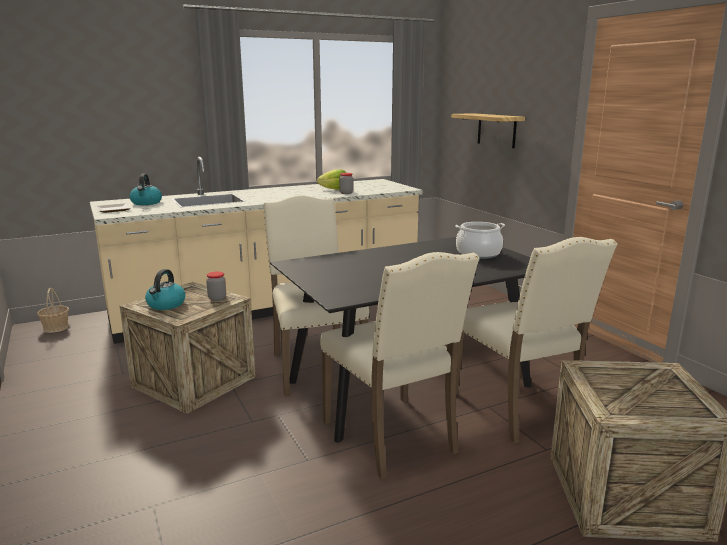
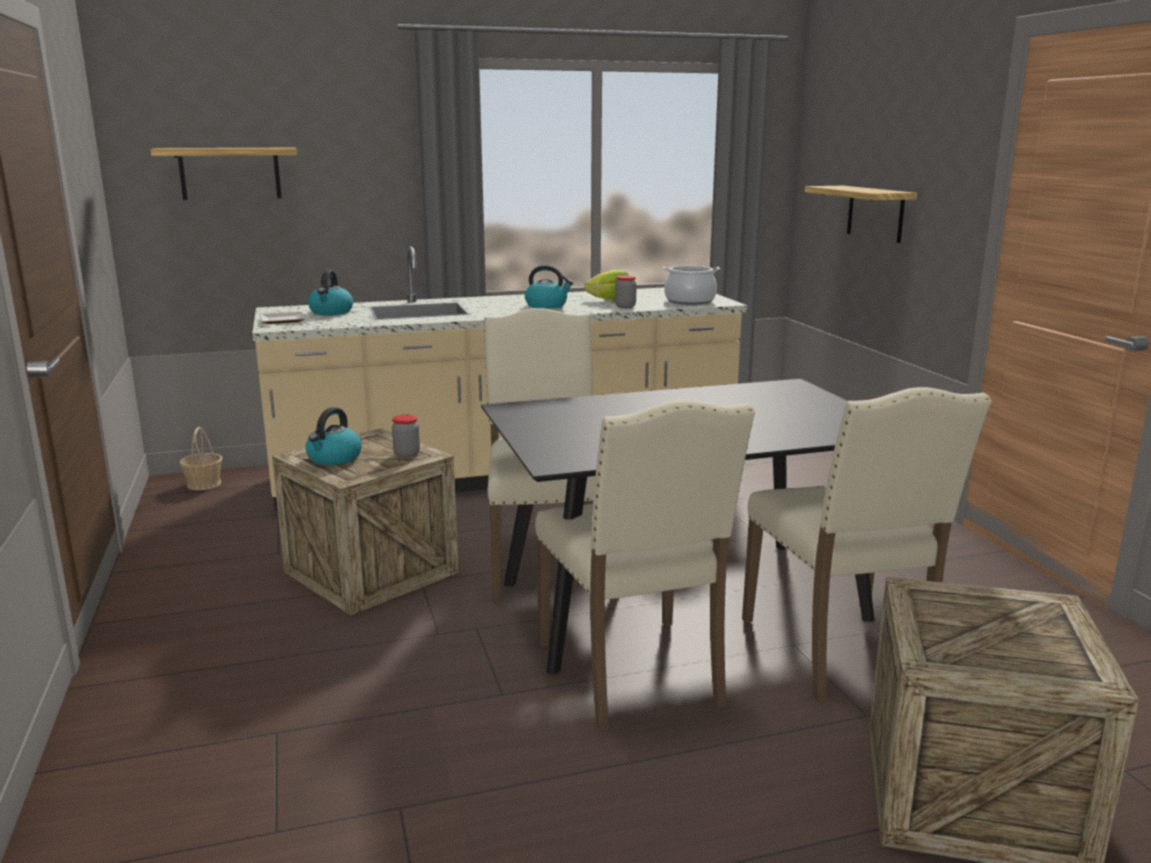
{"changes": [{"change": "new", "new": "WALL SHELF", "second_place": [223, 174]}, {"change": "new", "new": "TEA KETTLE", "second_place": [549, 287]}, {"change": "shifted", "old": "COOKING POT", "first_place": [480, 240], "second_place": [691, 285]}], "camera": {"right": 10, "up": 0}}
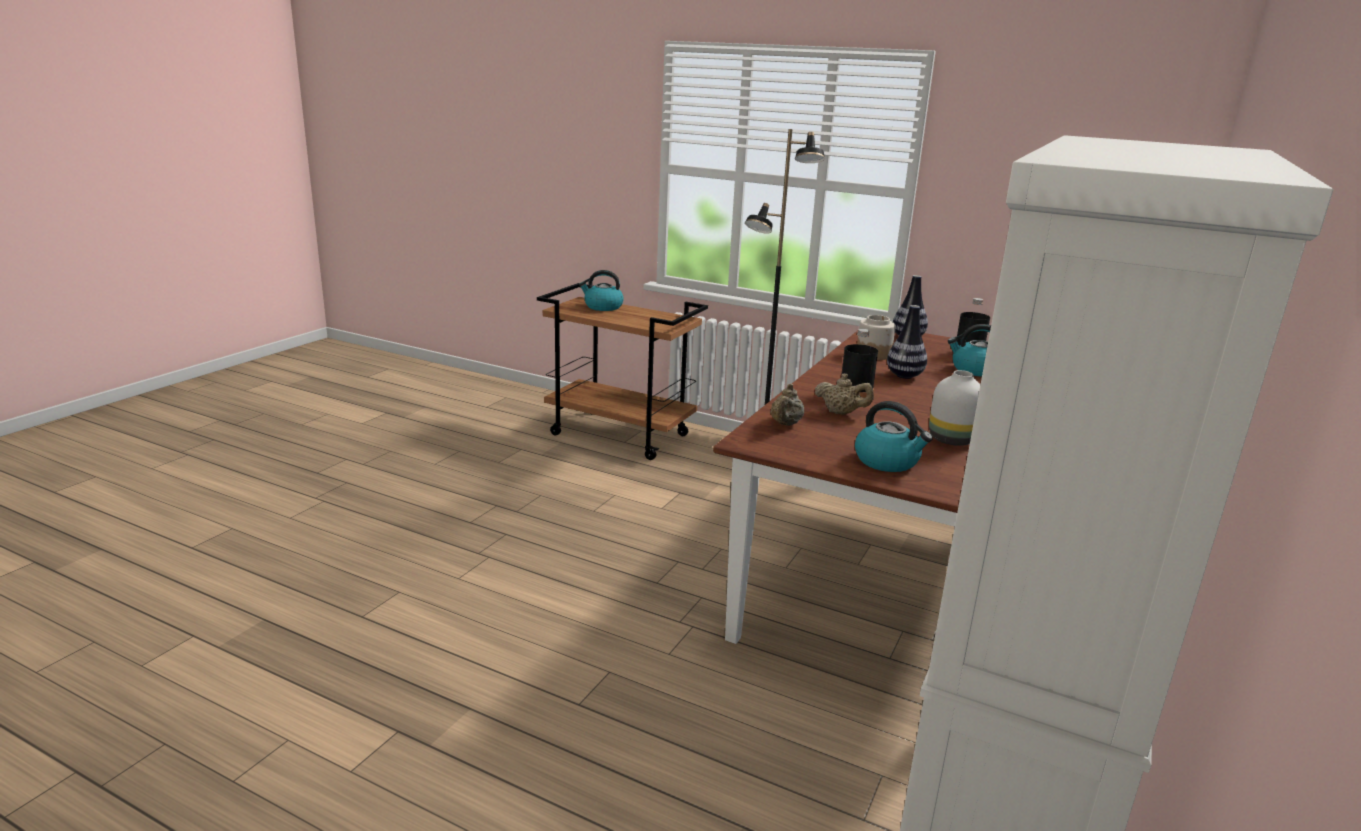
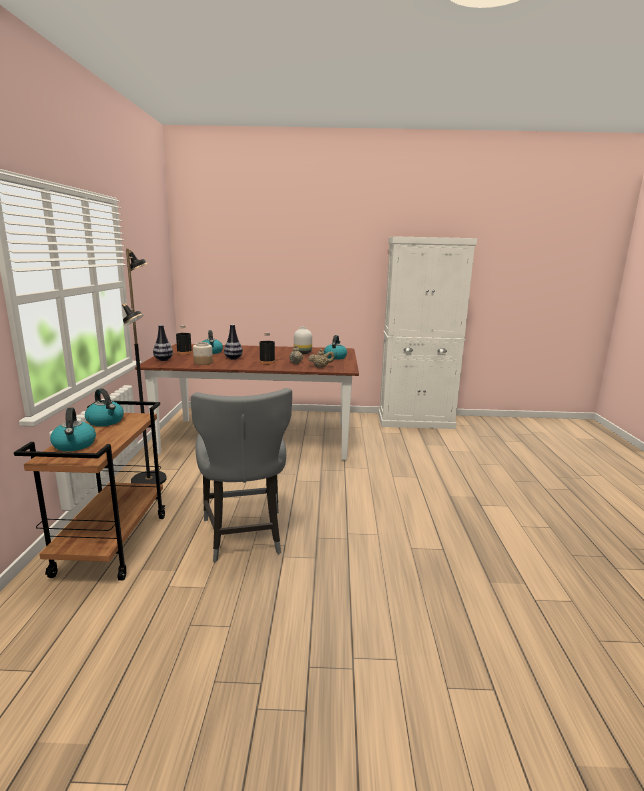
{"changes": [{"change": "new", "new": "TEA KETTLE", "second_place": [104, 407]}, {"change": "new", "new": "GREY PLAIN CHAIR", "second_place": [241, 475]}], "camera": {"right": -115, "up": -5}}
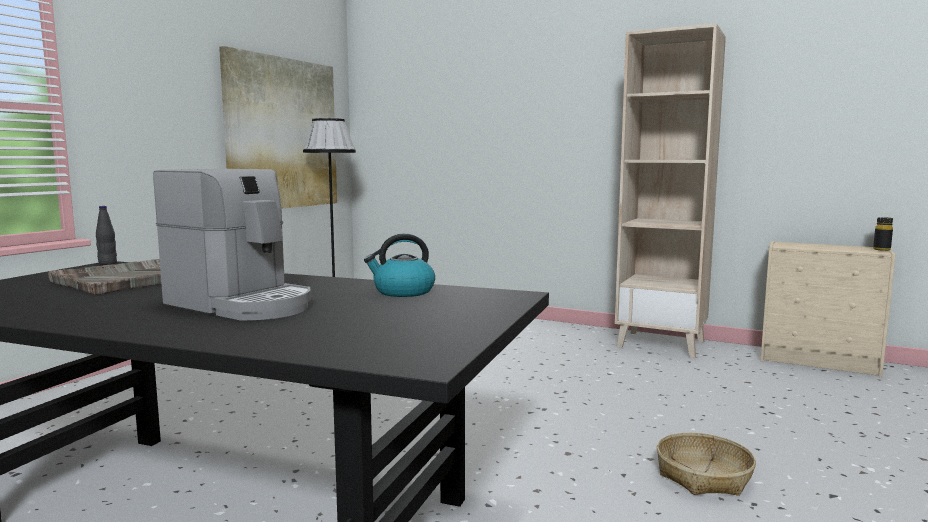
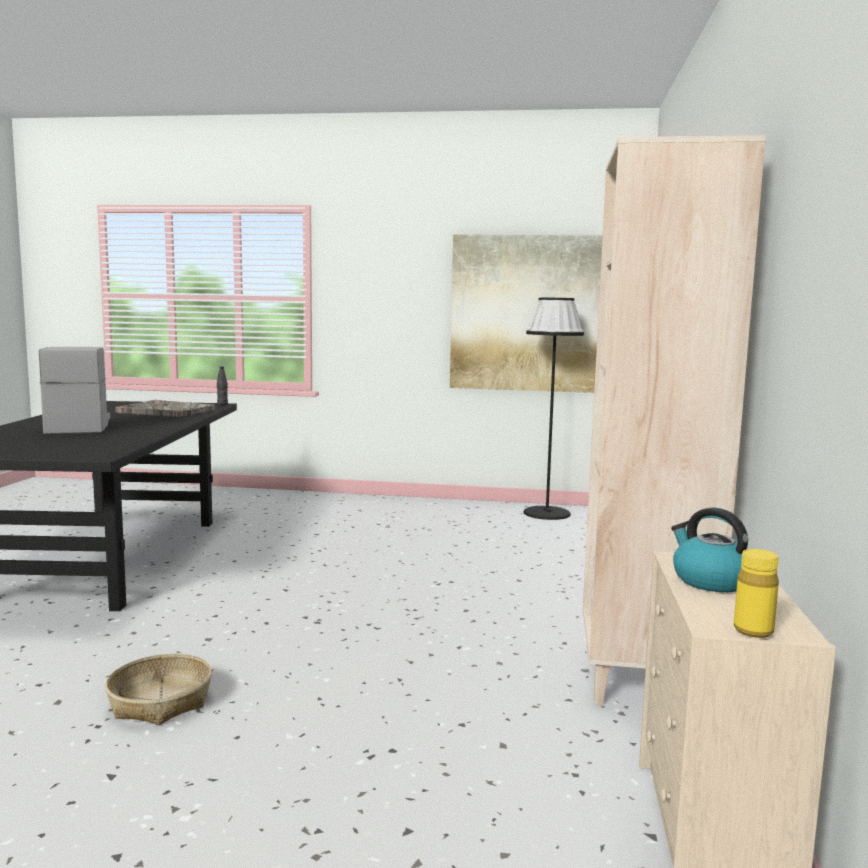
{"changes": [{"change": "shifted", "old": "TEA KETTLE", "first_place": [399, 265], "second_place": [709, 549]}, {"change": "repainted", "old": "BLACKISH DRINK BOTTLE", "new": "YELLOW-COLOURED DRINK BOTTLE", "first_place": [883, 234], "second_place": [756, 593]}, {"change": "rotated", "old": "COFFEE MAKER", "first_place": [232, 245], "second_place": [74, 390], "degrees": 150}], "camera": {"right": 70, "up": 0}}
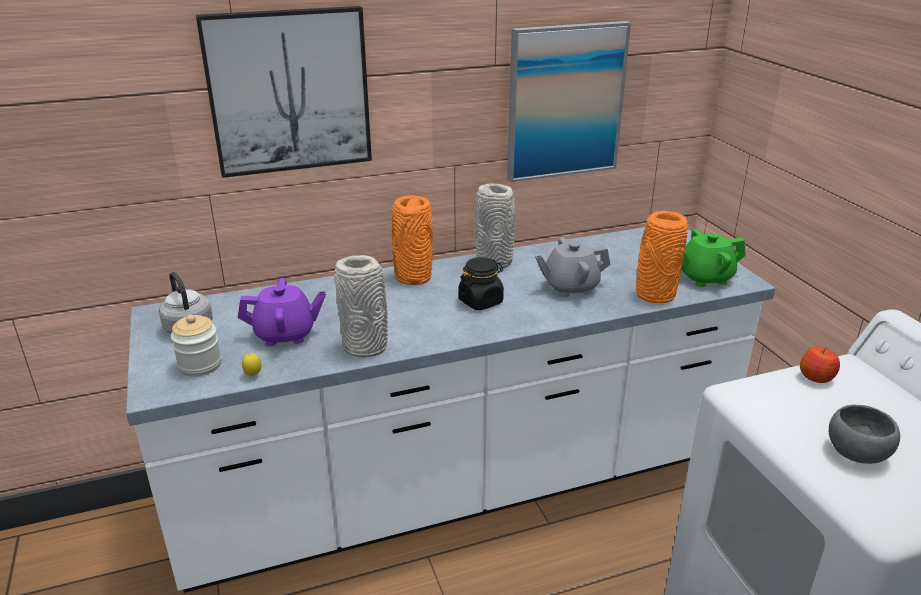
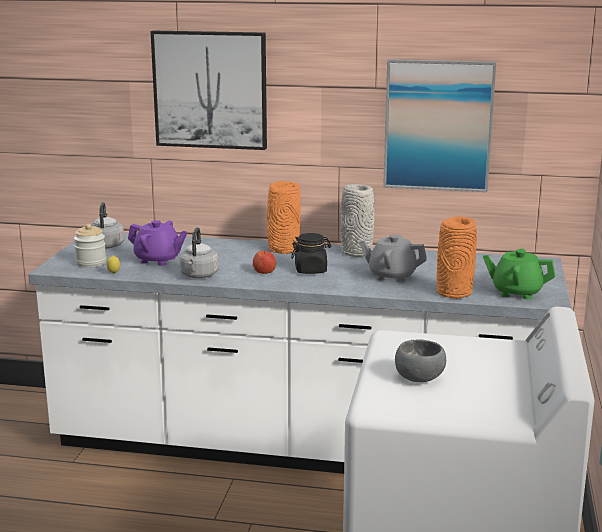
{"changes": [{"change": "shifted", "old": "WHOLE APPLE", "first_place": [820, 365], "second_place": [264, 262]}, {"change": "swapped", "old": "GREY FLOWER VASE", "new": "GREY TEA KETTLE", "first_place": [361, 306], "second_place": [199, 252]}], "camera": {"right": 30, "up": -10}}
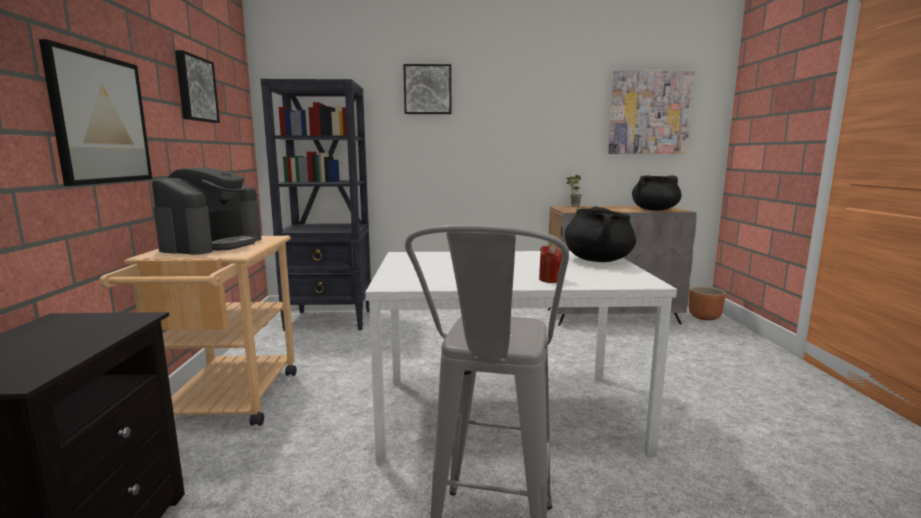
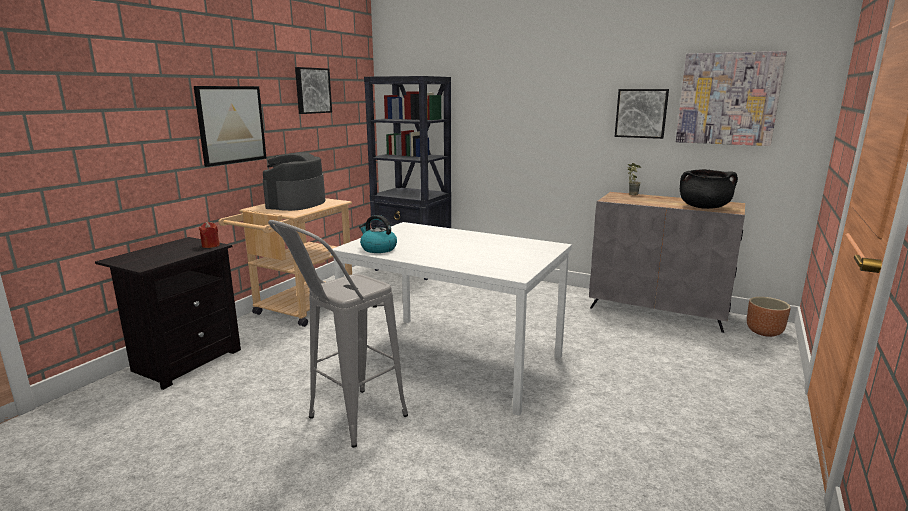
{"changes": [{"change": "gone", "old": "BLACKISH COOKING POT", "first_place": [600, 234]}, {"change": "new", "new": "TEA KETTLE", "second_place": [378, 234]}, {"change": "shifted", "old": "WALL PICTURE", "first_place": [427, 89], "second_place": [641, 114]}, {"change": "shifted", "old": "RED WAX CANDLE", "first_place": [550, 263], "second_place": [209, 235]}, {"change": "rotated", "old": "COFFEE MAKER", "first_place": [206, 211], "second_place": [294, 181], "degrees": 150}], "camera": {"right": 30, "up": 5}}
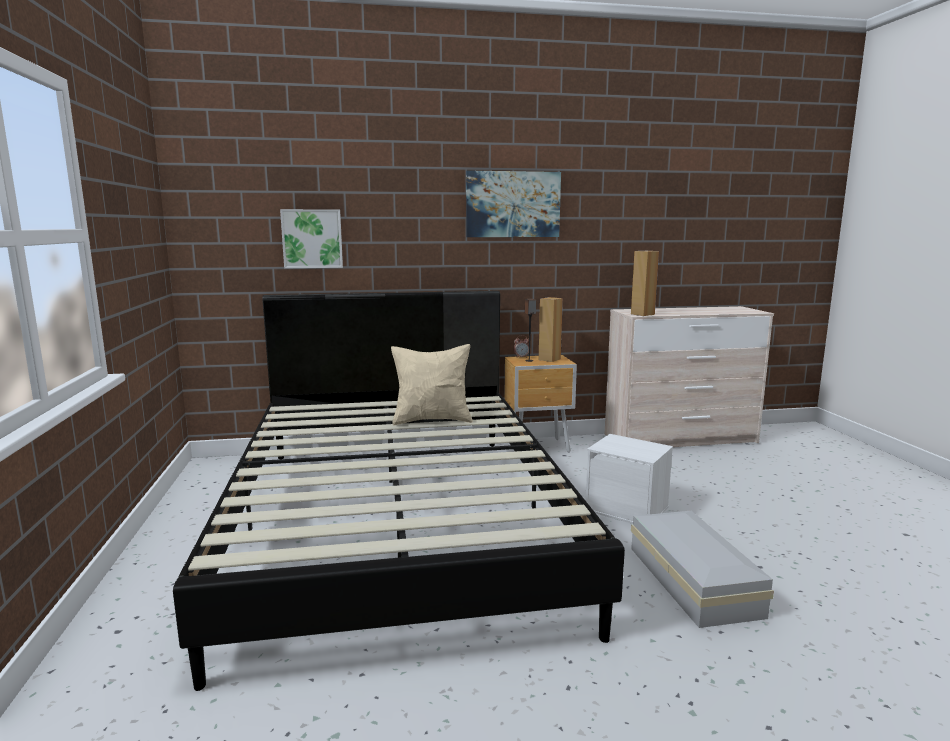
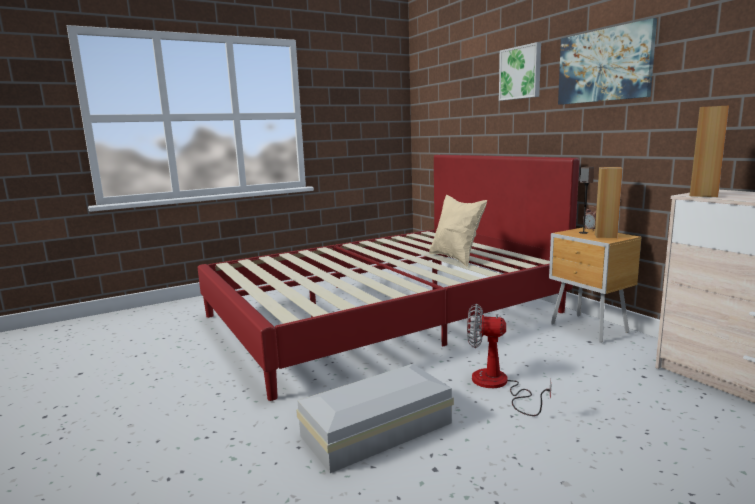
{"changes": [{"change": "shifted", "old": "WALL PICTURE", "first_place": [311, 238], "second_place": [520, 71]}, {"change": "swapped", "old": "WHITISH STORAGE CONTAINER", "new": "ELECTRIC FAN", "first_place": [629, 479], "second_place": [509, 360]}, {"change": "repainted", "old": "BLACKISH BED", "new": "RED BED", "first_place": [399, 491], "second_place": [388, 278]}], "camera": {"right": 70, "up": 0}}
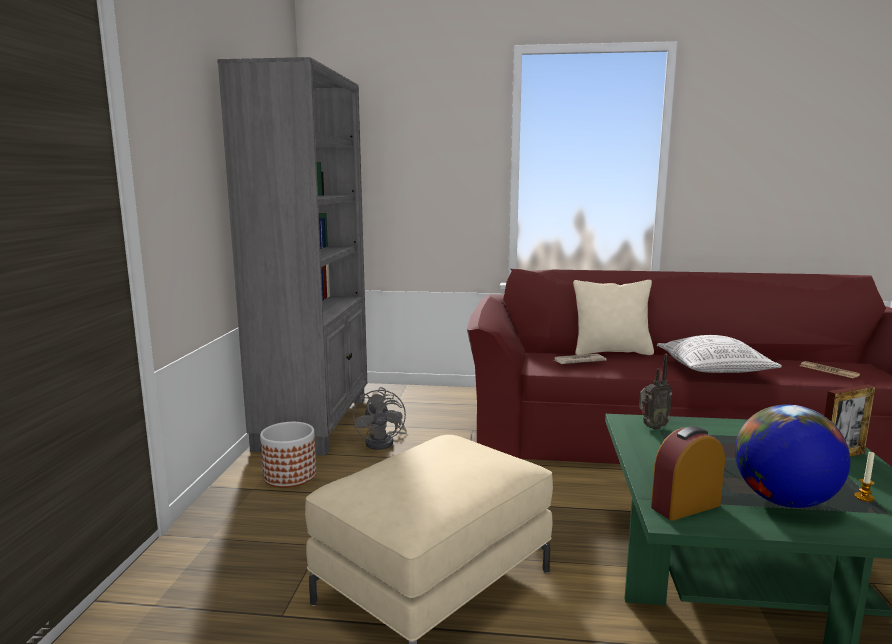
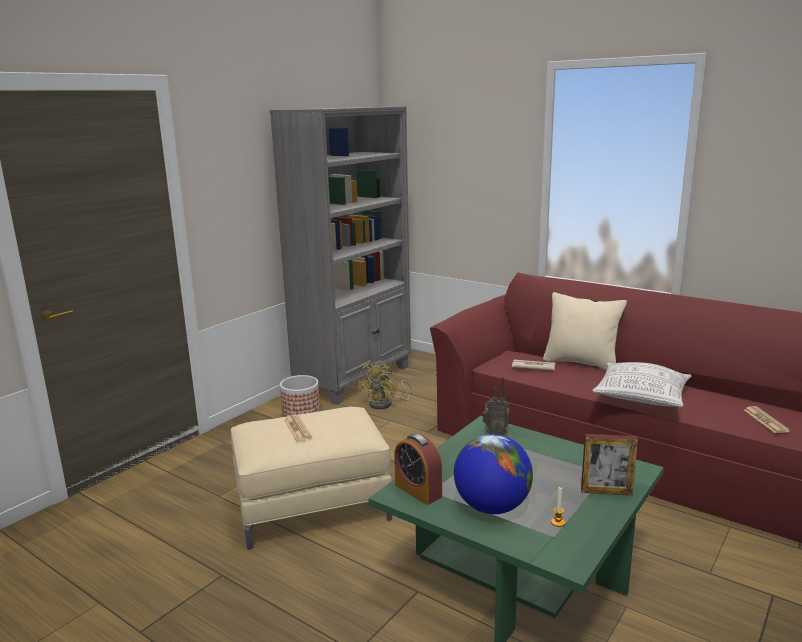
{"changes": [{"change": "new", "new": "NEWSPAPER", "second_place": [298, 427]}, {"change": "repainted", "old": "GREY ELECTRIC FAN", "new": "YELLOW-COLOURED ELECTRIC FAN", "first_place": [380, 418], "second_place": [385, 385]}, {"change": "rotated", "old": "TABLE CLOCK", "first_place": [688, 473], "second_place": [418, 469], "degrees": -135}], "camera": {"right": 30, "up": 5}}
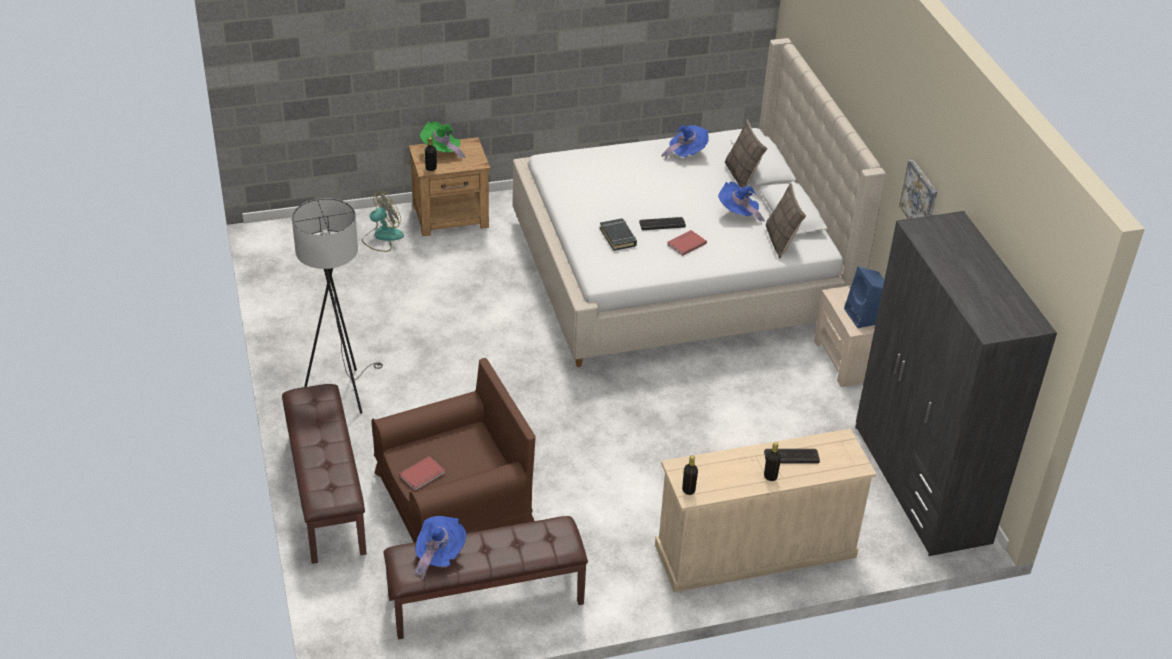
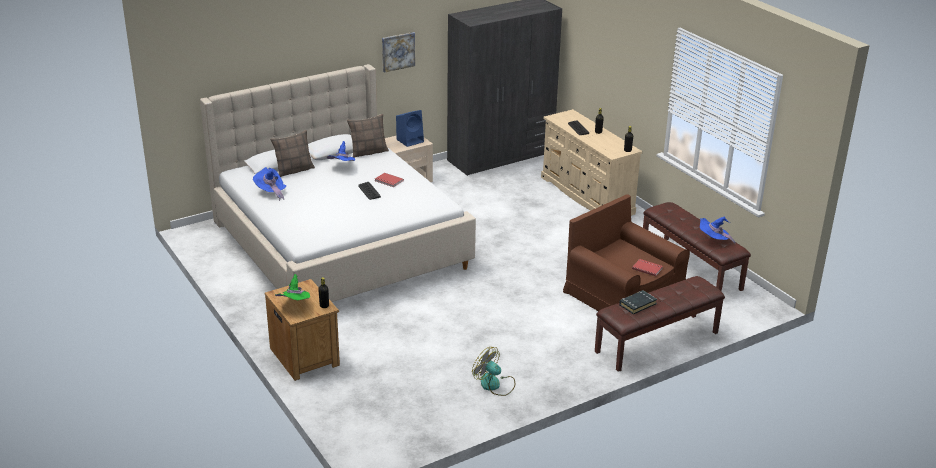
{"changes": [{"change": "gone", "old": "GREY FLOOR LAMP", "first_place": [337, 306]}, {"change": "shifted", "old": "ELECTRIC FAN", "first_place": [383, 222], "second_place": [493, 371]}, {"change": "shifted", "old": "BLACKISH BOOK", "first_place": [618, 234], "second_place": [638, 302]}], "camera": {"right": -105, "up": -10}}
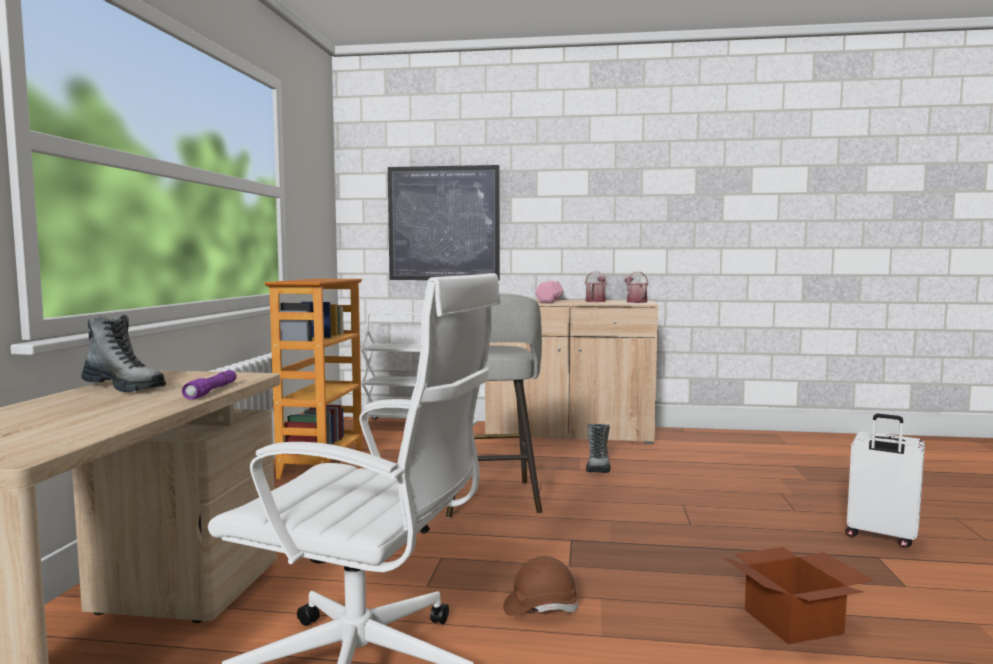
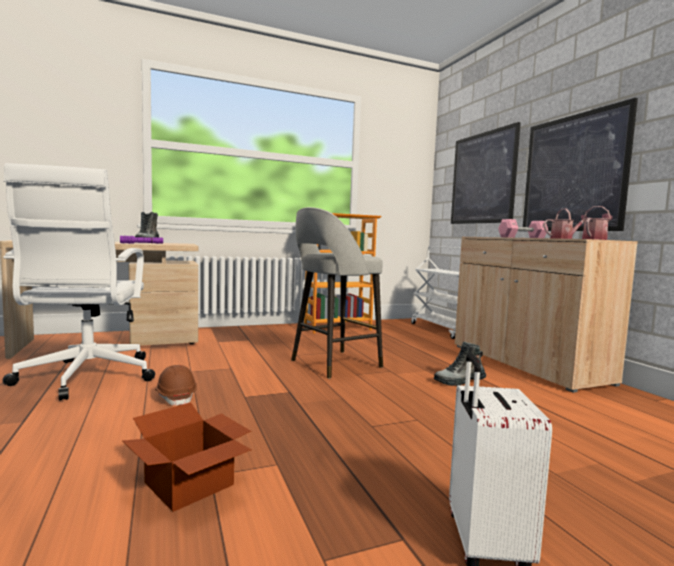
{"changes": [{"change": "new", "new": "WALL PICTURE", "second_place": [580, 164]}], "camera": {"right": 60, "up": 0}}
